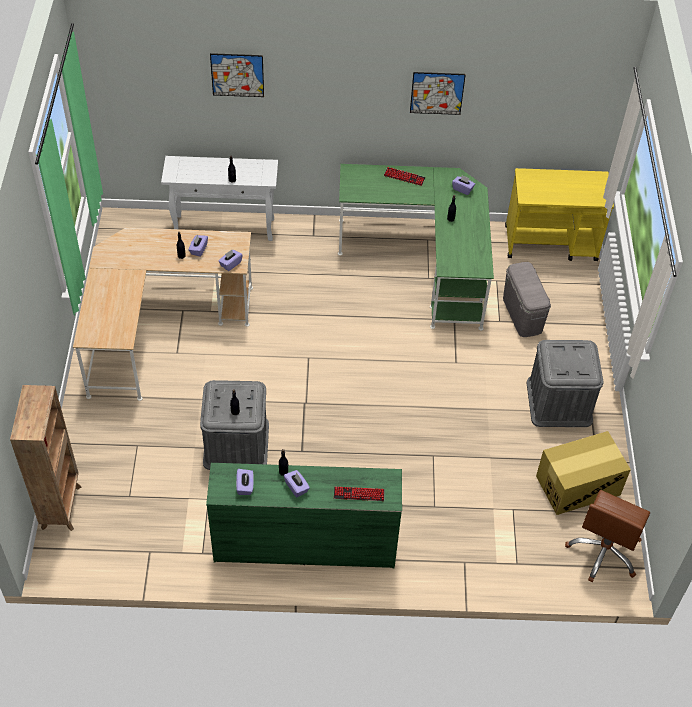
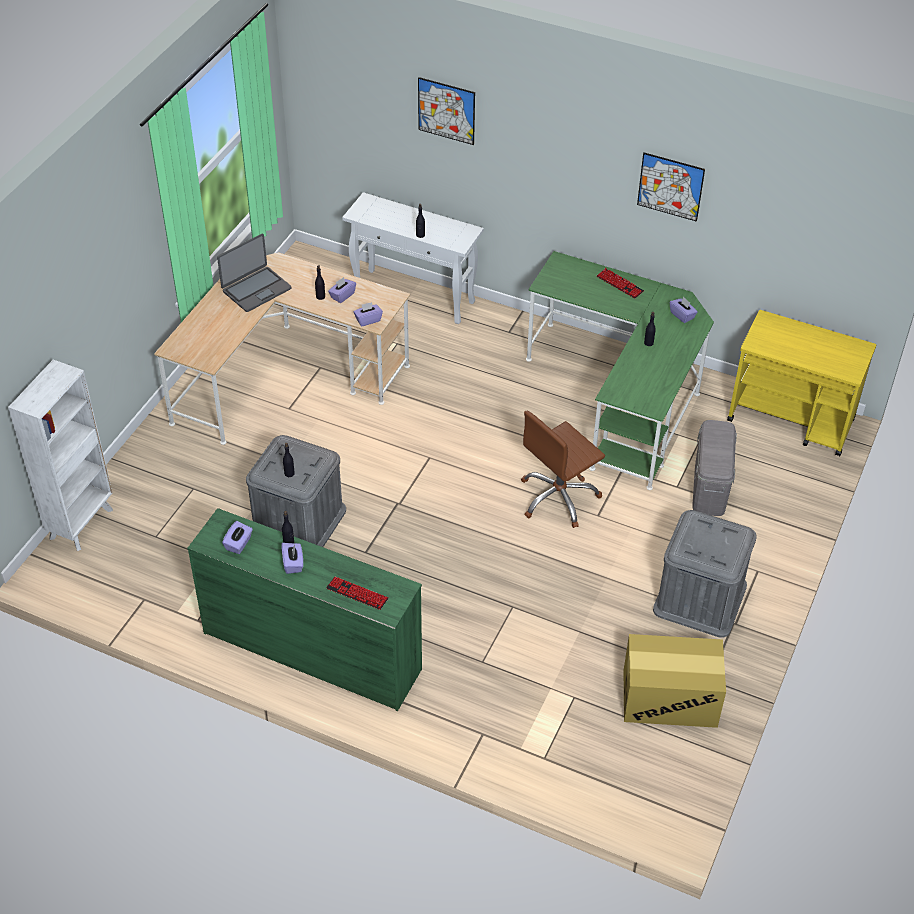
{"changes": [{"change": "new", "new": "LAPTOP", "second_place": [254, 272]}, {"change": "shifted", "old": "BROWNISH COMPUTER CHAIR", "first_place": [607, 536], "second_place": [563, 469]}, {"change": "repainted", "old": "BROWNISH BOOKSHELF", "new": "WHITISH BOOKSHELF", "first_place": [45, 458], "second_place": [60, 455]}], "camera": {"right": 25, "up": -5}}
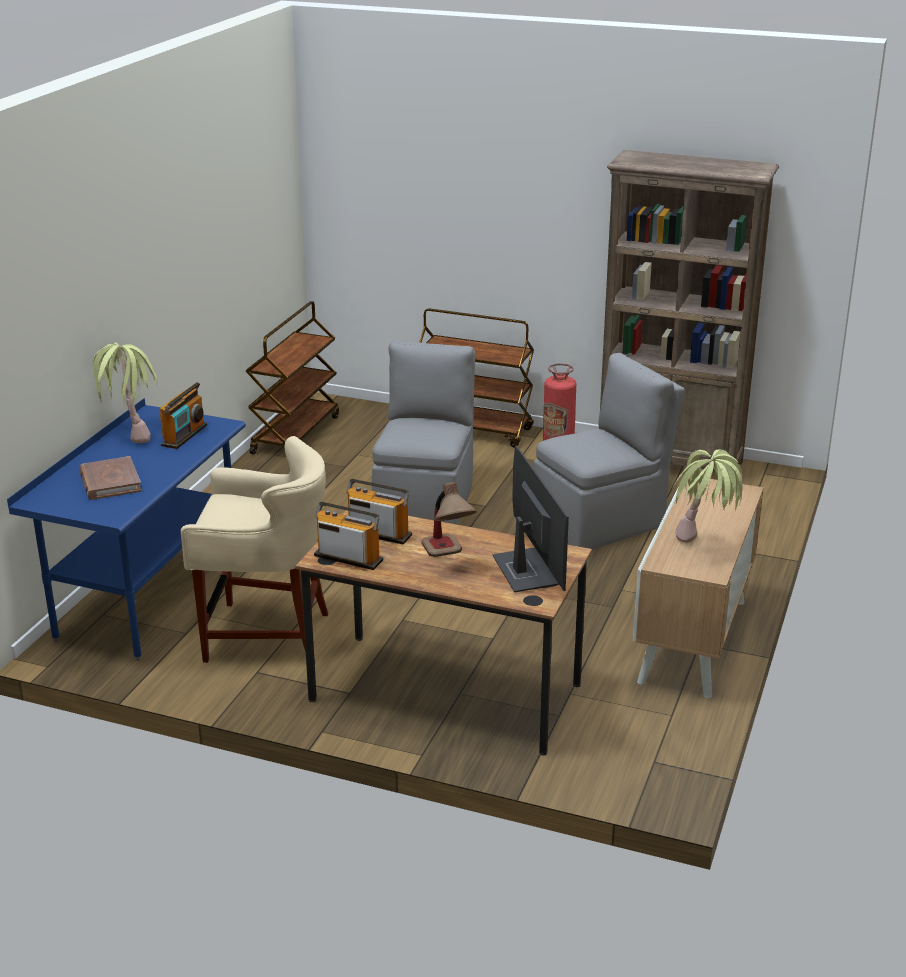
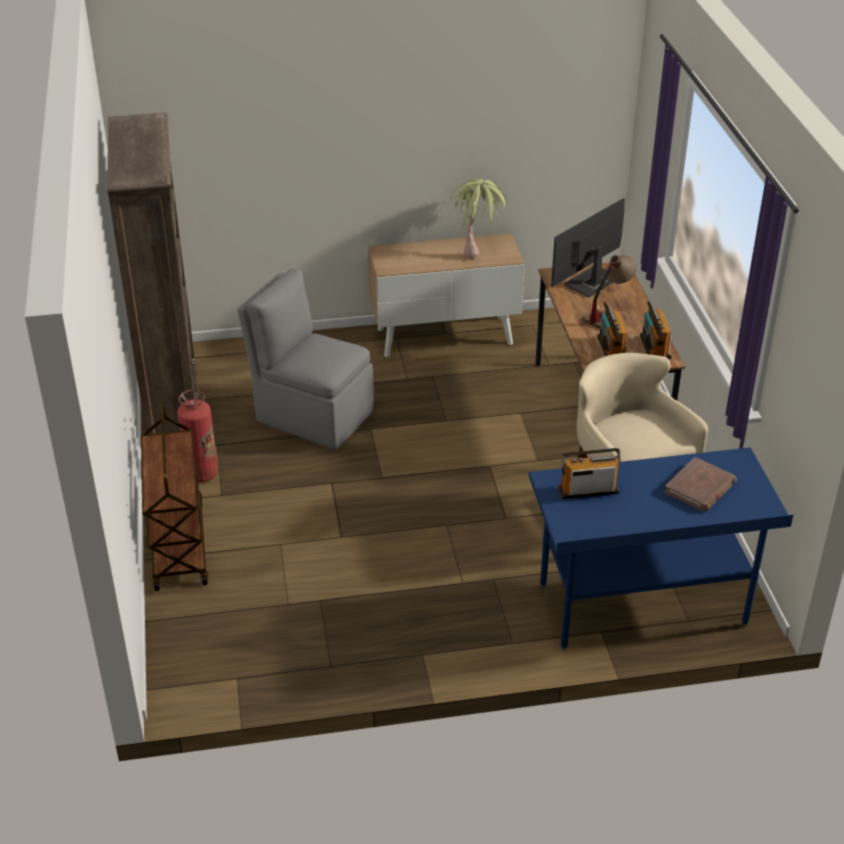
{"changes": [{"change": "gone", "old": "HOUSEPLANT", "first_place": [124, 393]}, {"change": "gone", "old": "BROWNISH TROLLEY", "first_place": [292, 377]}, {"change": "gone", "old": "GREY PLAIN CHAIR", "first_place": [423, 433]}], "camera": {"right": -120, "up": 10}}
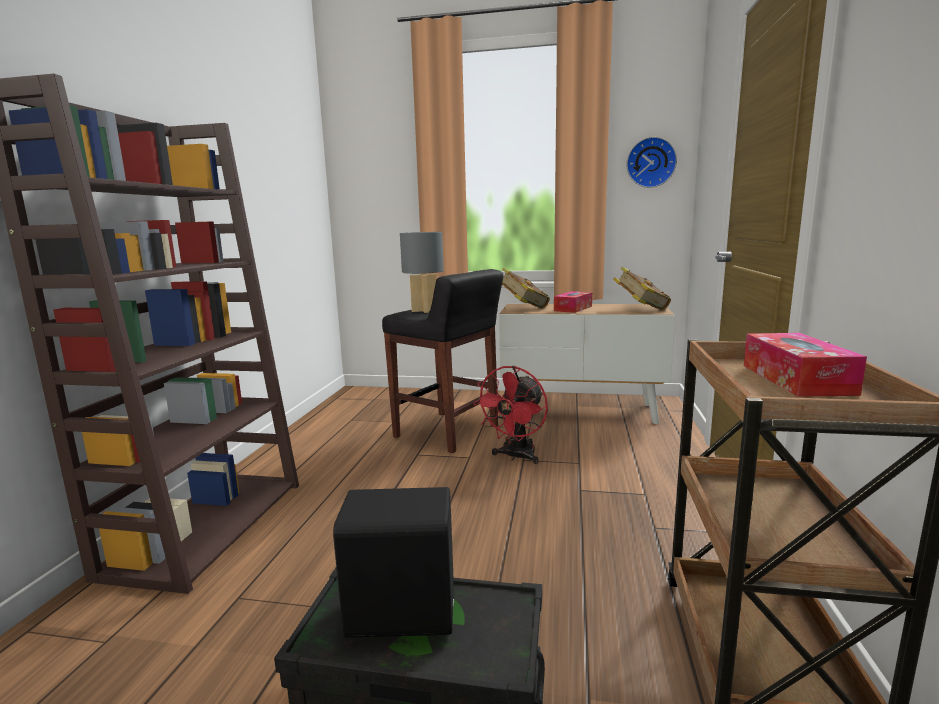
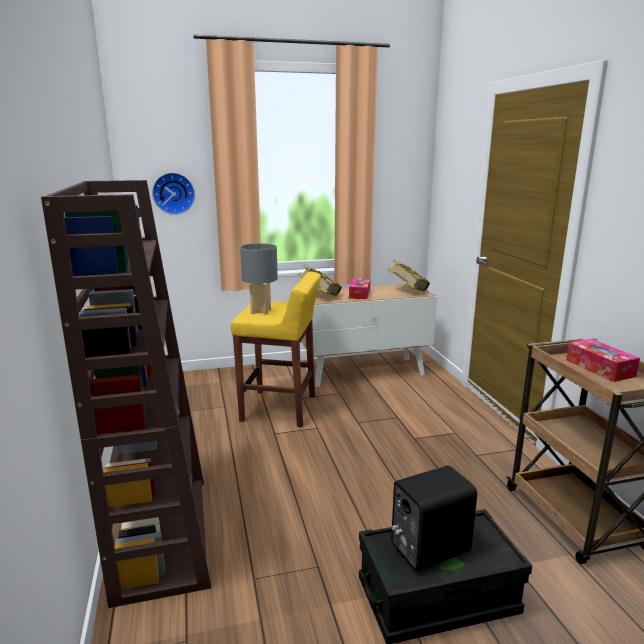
{"changes": [{"change": "gone", "old": "RED ELECTRIC FAN", "first_place": [510, 415]}, {"change": "shifted", "old": "WALL CLOCK", "first_place": [651, 162], "second_place": [173, 193]}, {"change": "repainted", "old": "BLACKISH SITTING STOOL", "new": "YELLOW-COLOURED SITTING STOOL", "first_place": [442, 361], "second_place": [276, 349]}], "camera": {"right": -25, "up": 5}}
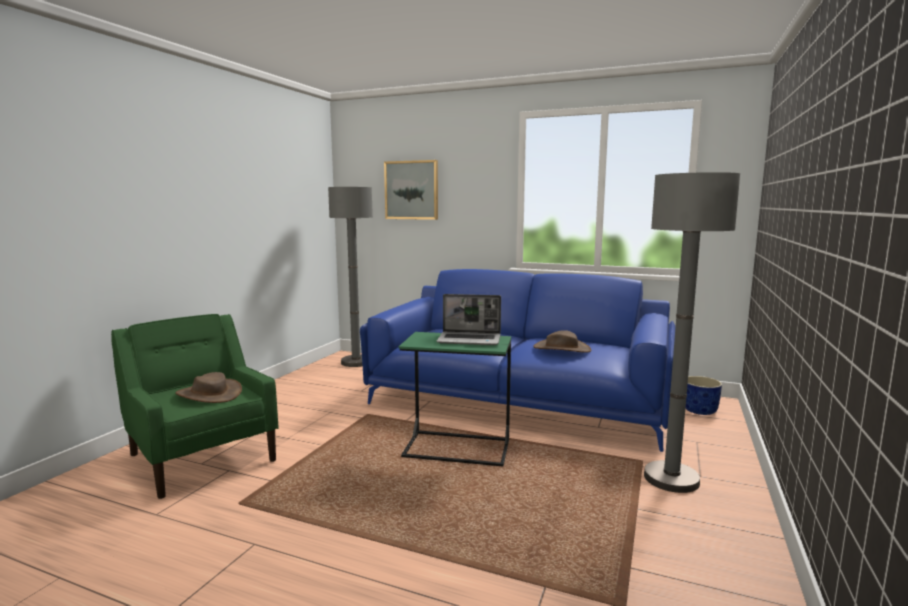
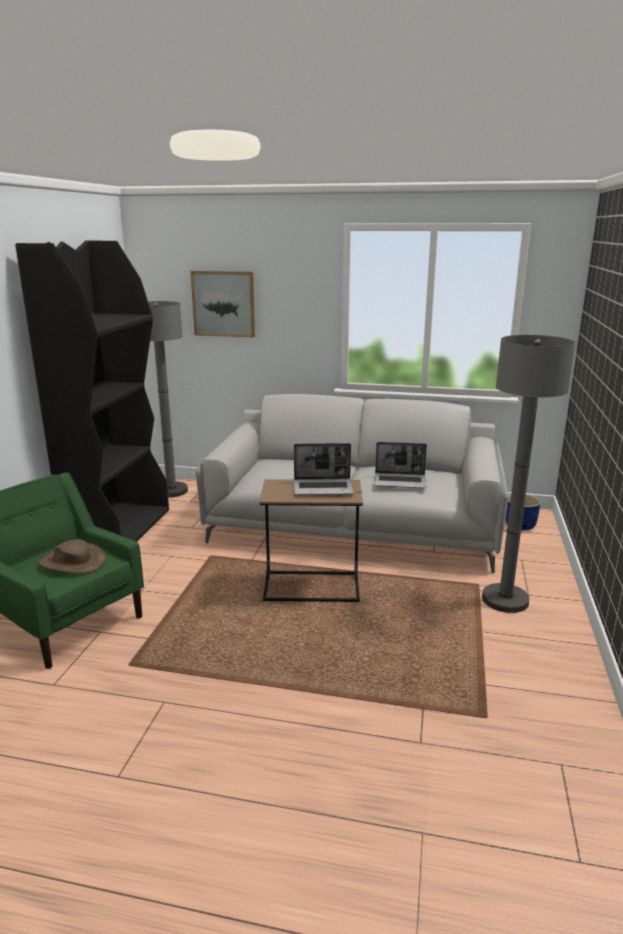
{"changes": [{"change": "new", "new": "BLACKISH BOOKSHELF", "second_place": [92, 391]}, {"change": "swapped", "old": "BROWNISH HAT", "new": "LAPTOP", "first_place": [562, 341], "second_place": [400, 465]}, {"change": "repainted", "old": "BLUE-COLOURED SETTEE", "new": "GREY SETTEE", "first_place": [517, 360], "second_place": [352, 483]}, {"change": "repainted", "old": "GREEN-COLOURED END TABLE", "new": "BROWNISH END TABLE", "first_place": [455, 399], "second_place": [311, 540]}], "camera": {"right": -10, "up": 10}}
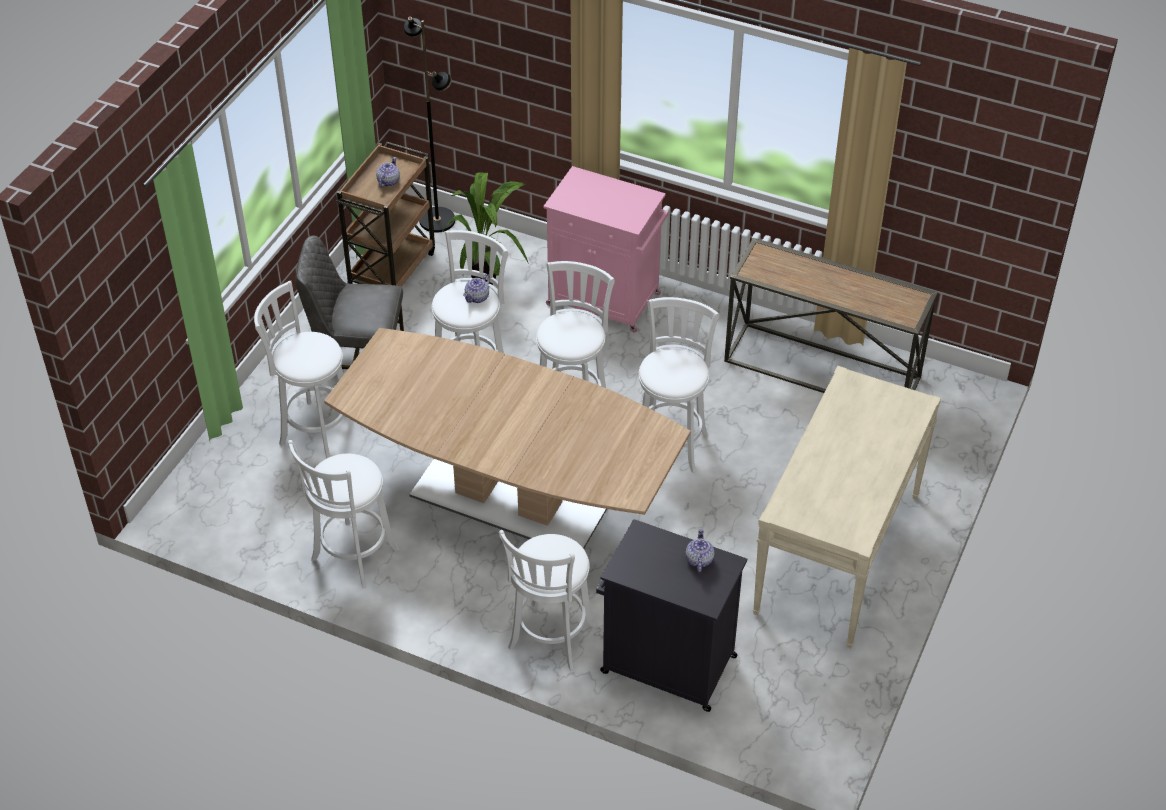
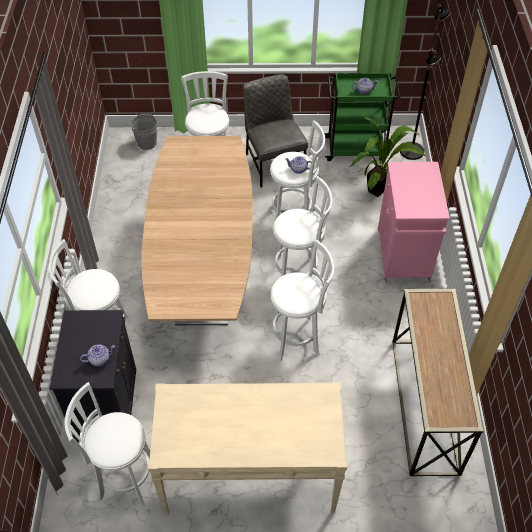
{"changes": [{"change": "new", "new": "GREY PAIL", "second_place": [143, 131]}, {"change": "shifted", "old": "WHITISH SITTING STOOL", "first_place": [343, 514], "second_place": [107, 444]}, {"change": "repainted", "old": "BROWNISH TROLLEY", "new": "GREEN-COLOURED TROLLEY", "first_place": [385, 214], "second_place": [362, 117]}], "camera": {"right": 65, "up": 5}}
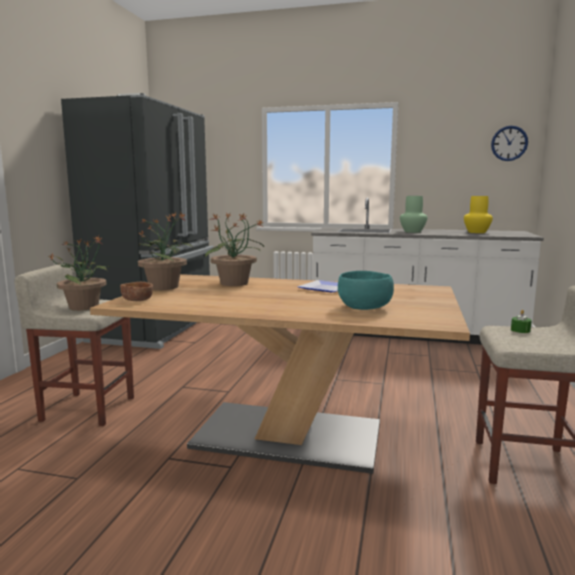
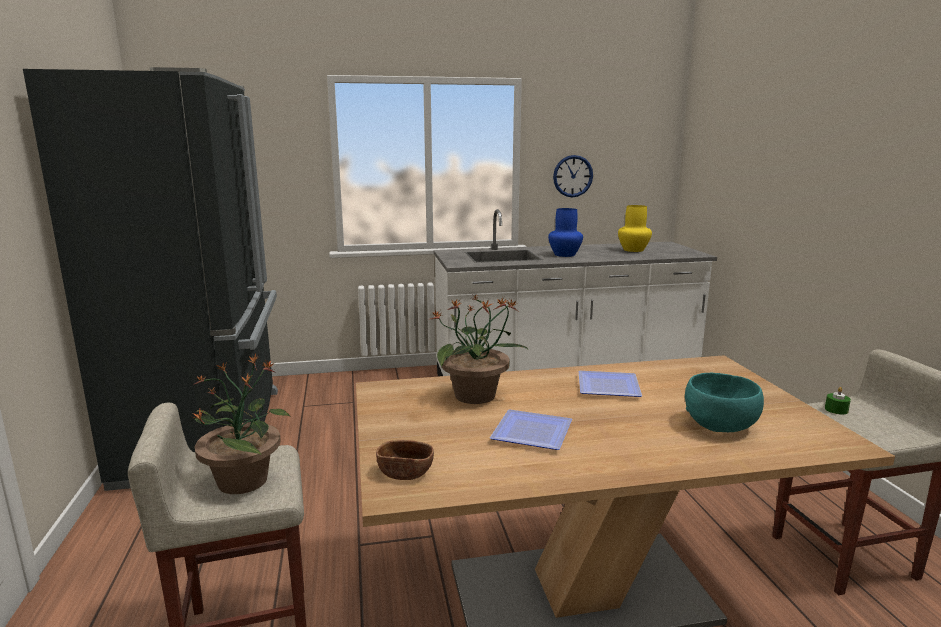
{"changes": [{"change": "gone", "old": "HOUSEPLANT", "first_place": [165, 251]}, {"change": "new", "new": "PLATE", "second_place": [531, 430]}, {"change": "shifted", "old": "WALL CLOCK", "first_place": [509, 143], "second_place": [573, 176]}, {"change": "repainted", "old": "GREEN-COLOURED FLOWER VASE", "new": "BLUE-COLOURED FLOWER VASE", "first_place": [413, 214], "second_place": [565, 232]}], "camera": {"right": -25, "up": 5}}
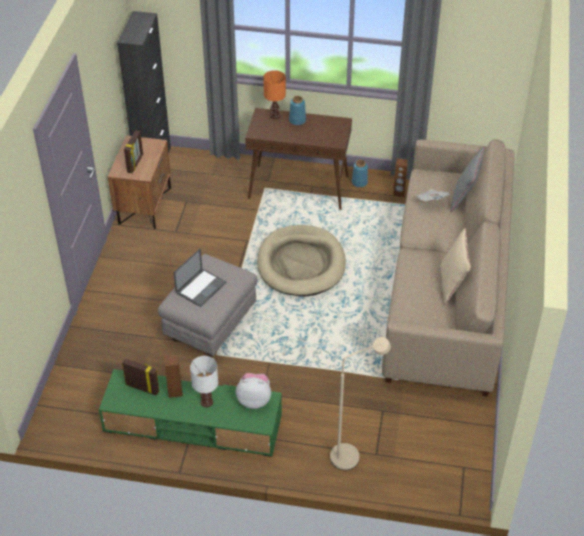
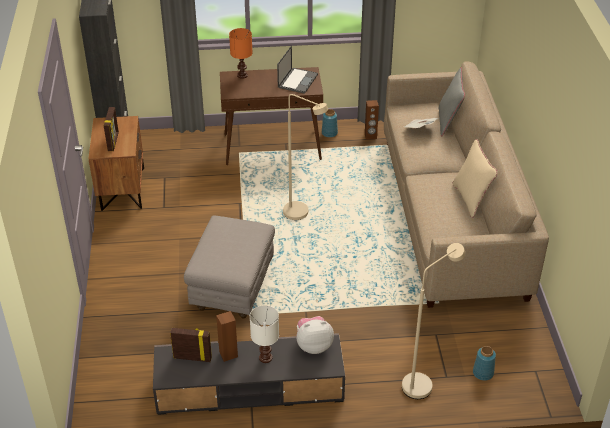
{"changes": [{"change": "shifted", "old": "LAPTOP", "first_place": [200, 277], "second_place": [297, 70]}, {"change": "shifted", "old": "BLUE-COLOURED FLOWER VASE", "first_place": [297, 110], "second_place": [484, 363]}, {"change": "swapped", "old": "BEIGE DOG CUSHION", "new": "BEIGE FLOOR LAMP", "first_place": [301, 260], "second_place": [305, 157]}, {"change": "repainted", "old": "GREEN-COLOURED MEDIA CONSOLE", "new": "GREY MEDIA CONSOLE", "first_place": [190, 413], "second_place": [249, 374]}], "camera": {"right": -15, "up": -5}}
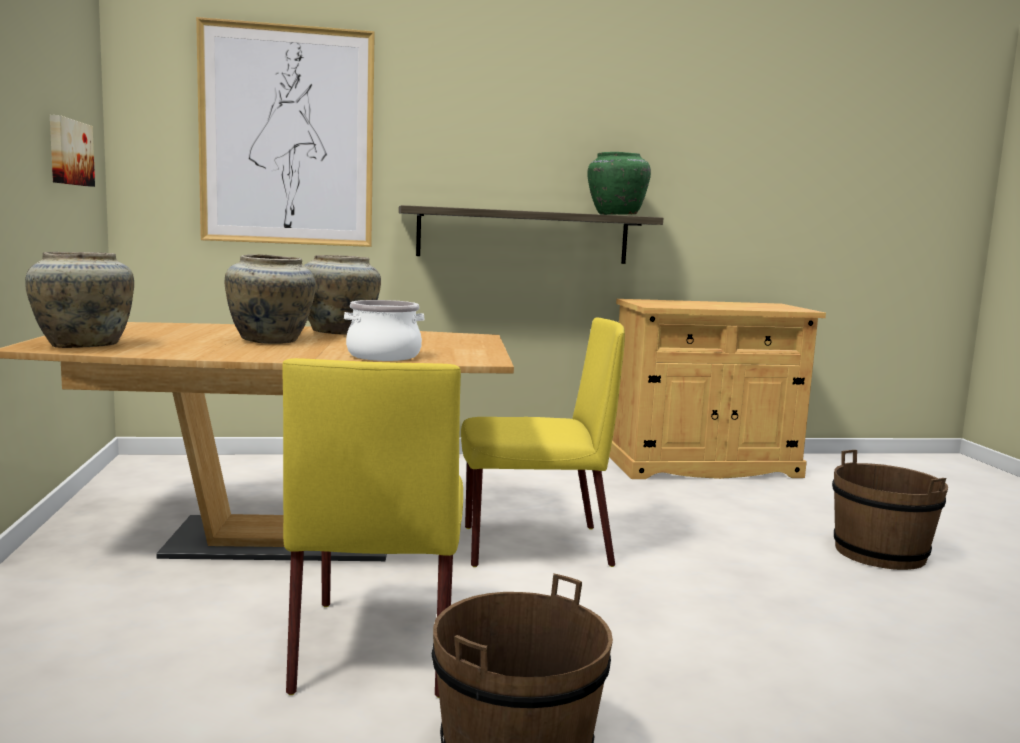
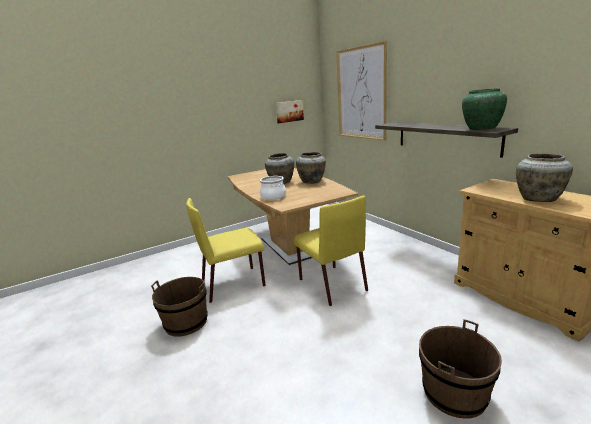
{"changes": [{"change": "shifted", "old": "BEIGE FLOWER VASE", "first_place": [79, 300], "second_place": [544, 177]}], "camera": {"right": 70, "up": 10}}
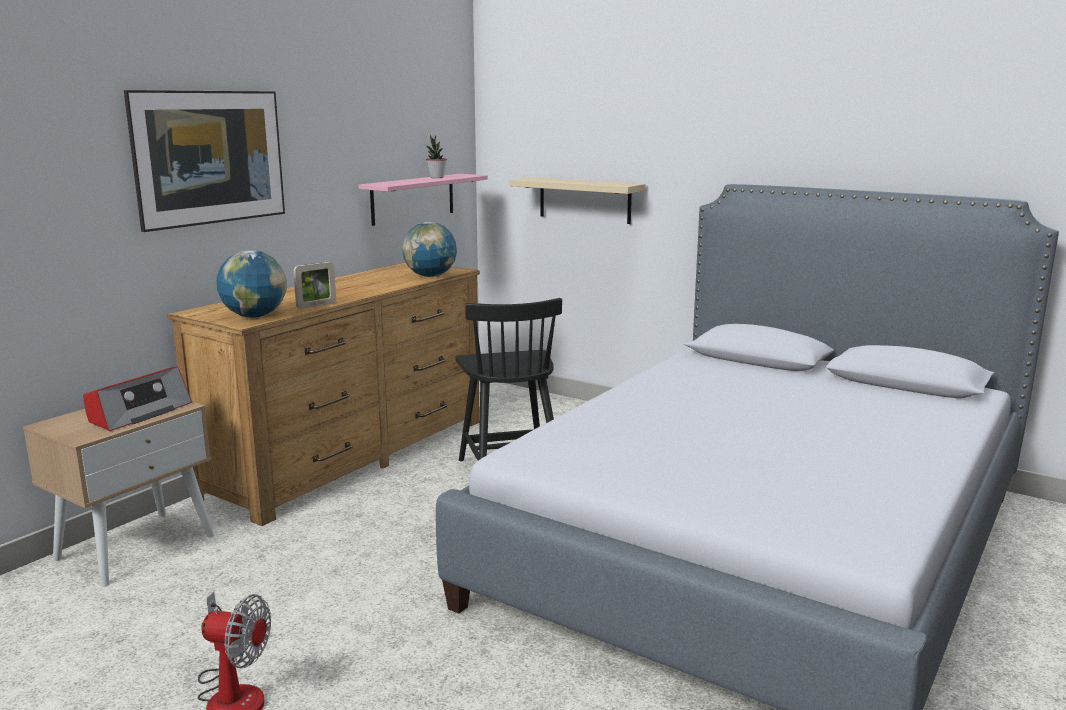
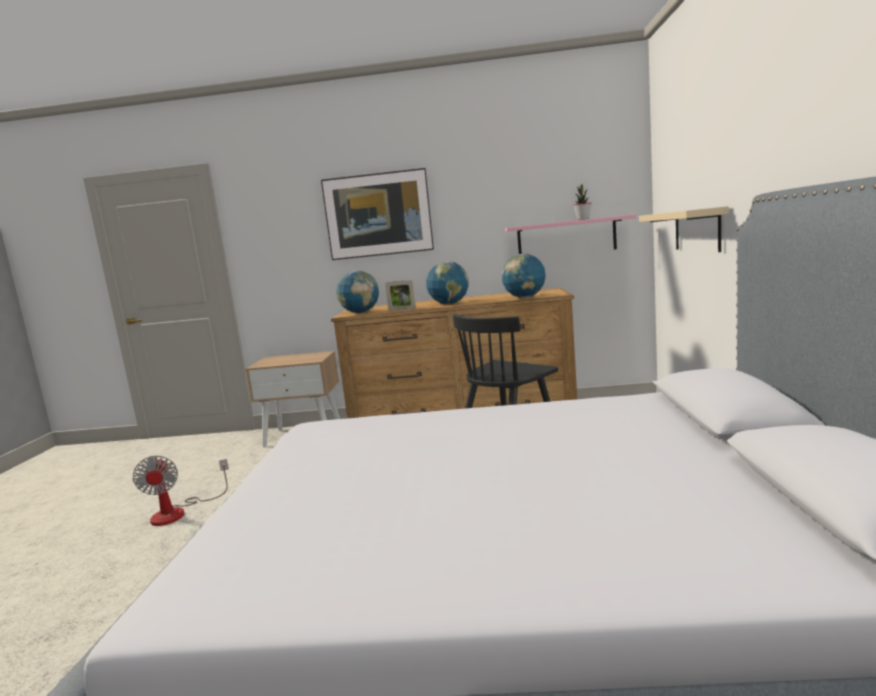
{"changes": [{"change": "gone", "old": "RADIO", "first_place": [137, 398]}, {"change": "new", "new": "GLOBE", "second_place": [447, 282]}], "camera": {"right": 60, "up": -5}}
